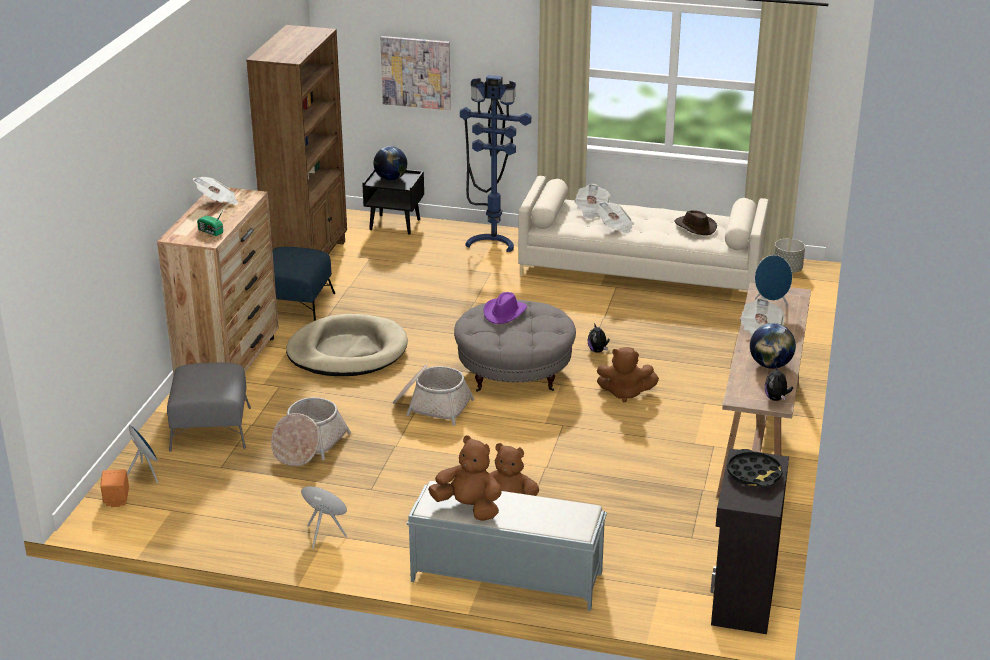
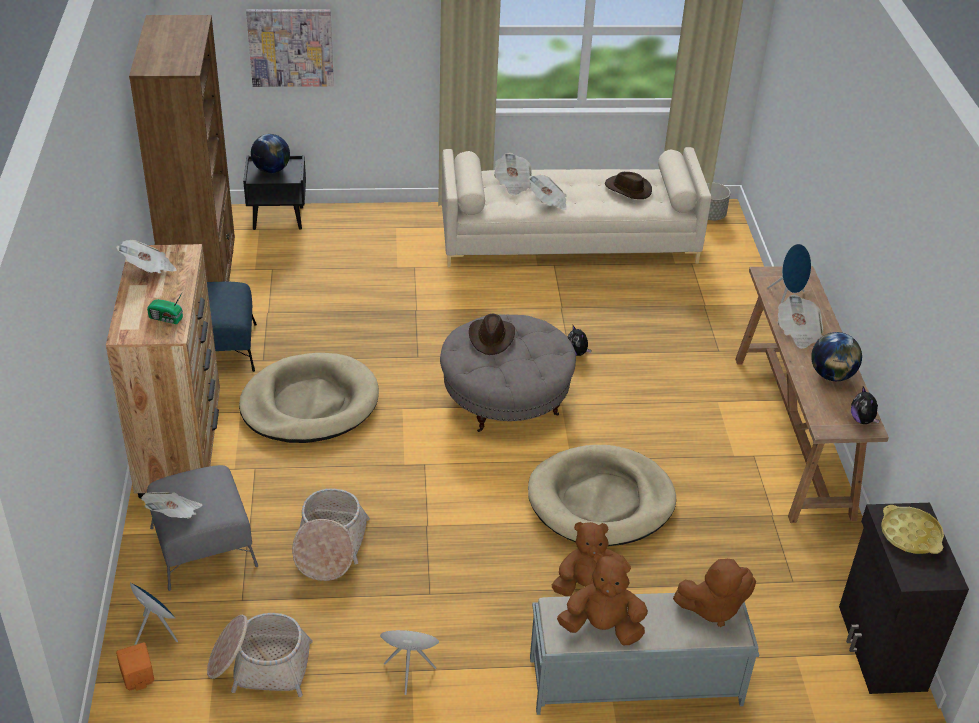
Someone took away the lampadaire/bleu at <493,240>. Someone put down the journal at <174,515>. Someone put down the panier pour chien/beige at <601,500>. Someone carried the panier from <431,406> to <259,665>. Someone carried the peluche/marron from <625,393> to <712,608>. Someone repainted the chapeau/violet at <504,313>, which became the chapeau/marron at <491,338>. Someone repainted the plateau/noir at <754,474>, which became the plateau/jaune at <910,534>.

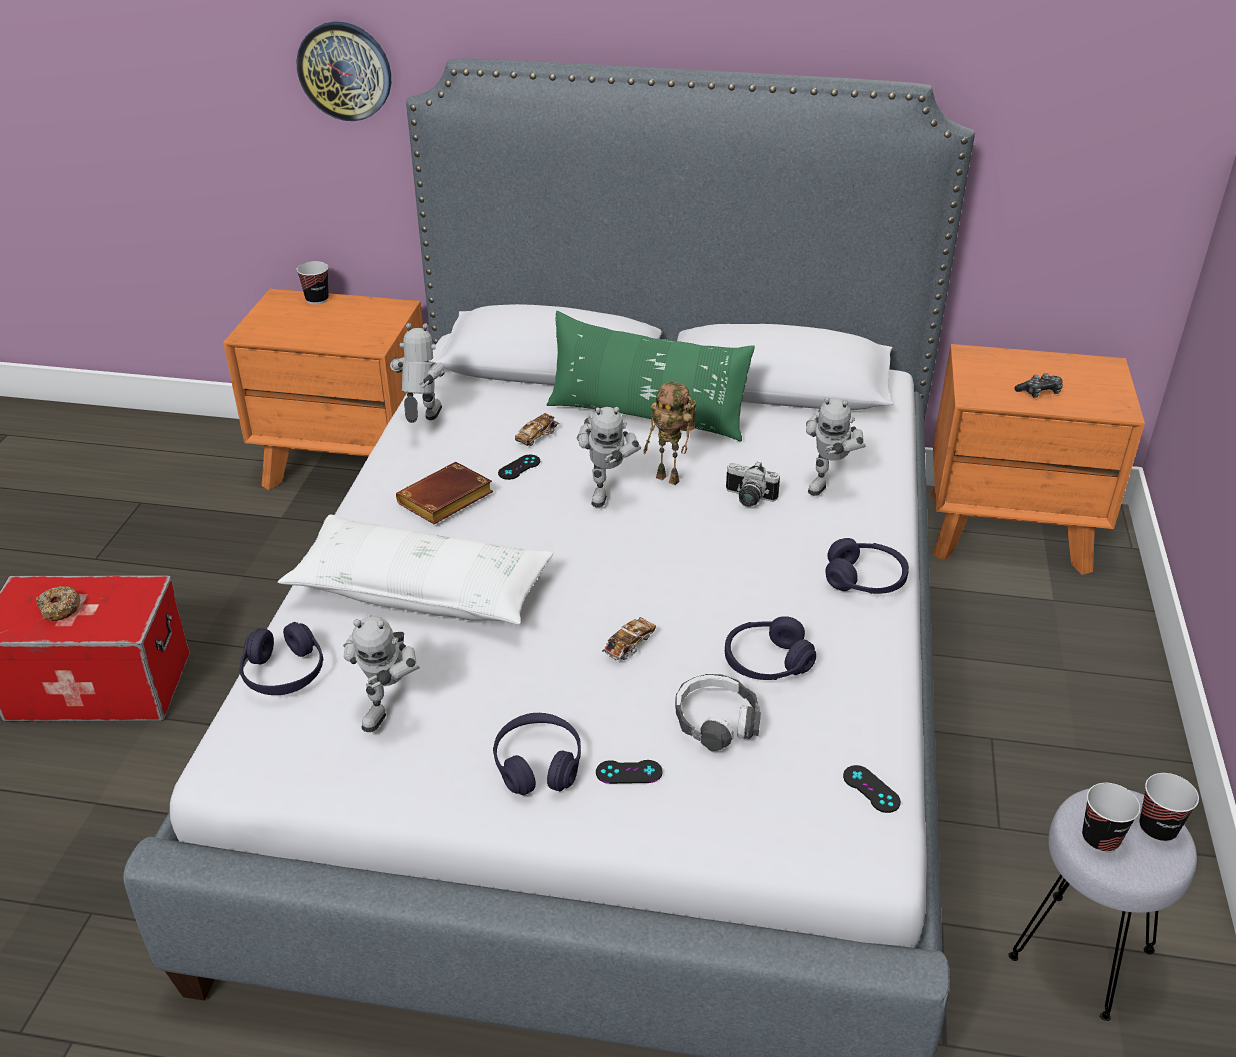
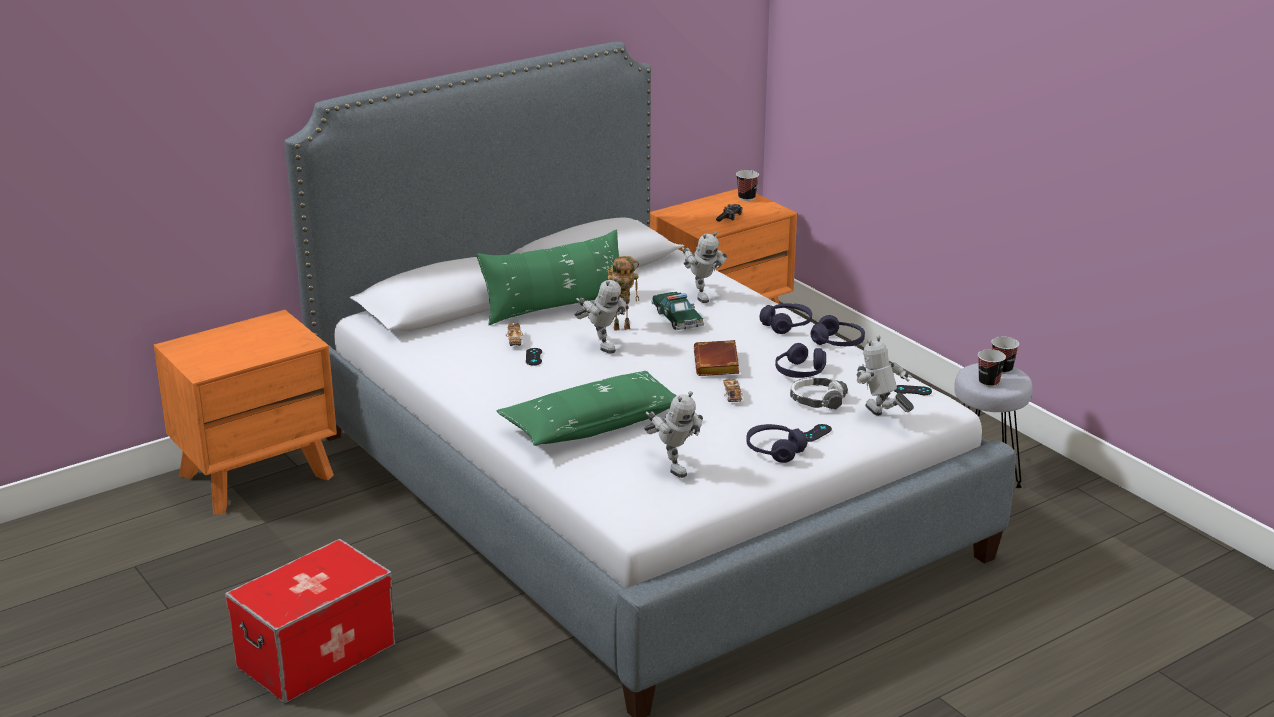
Someone took away the beignet at <60,609>. Someone took away the horloge murale at <345,71>. Someone carried the casque audio/violet from <284,673> to <838,342>. Someone carried the tasse from <317,299> to <746,198>. Someone carried the robot jouet from <422,423> to <881,419>. Someone carried the livre/marron from <445,502> to <718,364>. Someone swapped the appareil photo at <748,499> for the petite voiture at <677,318>. Someone repainted the coussin/blanc at <421,590>, which became the coussin/vert at <592,424>.

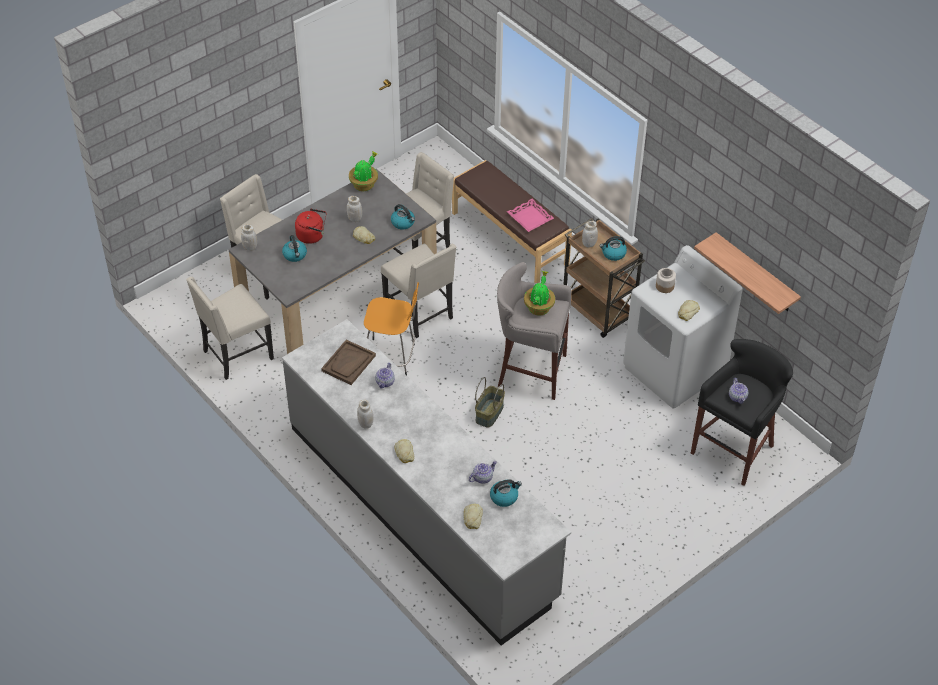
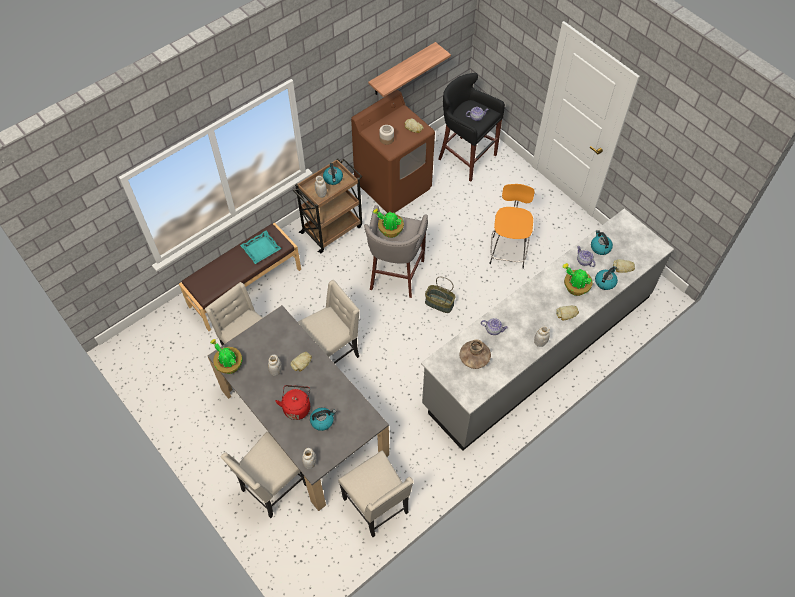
Someone put down the plante en pot at <574,287>. Someone carried the tabouret/orange from <391,358> to <508,251>. Someone carried the bouilloire from <403,223> to <605,282>. Someone swapped the plateau/marron at <348,363> for the vase/marron at <474,358>. Someone repainted the plateau/rose at <530,218>, which became the plateau/turquoise at <261,249>. Someone repainted the lave-linge/blanc at <674,370>, which became the lave-linge/marron at <393,185>.

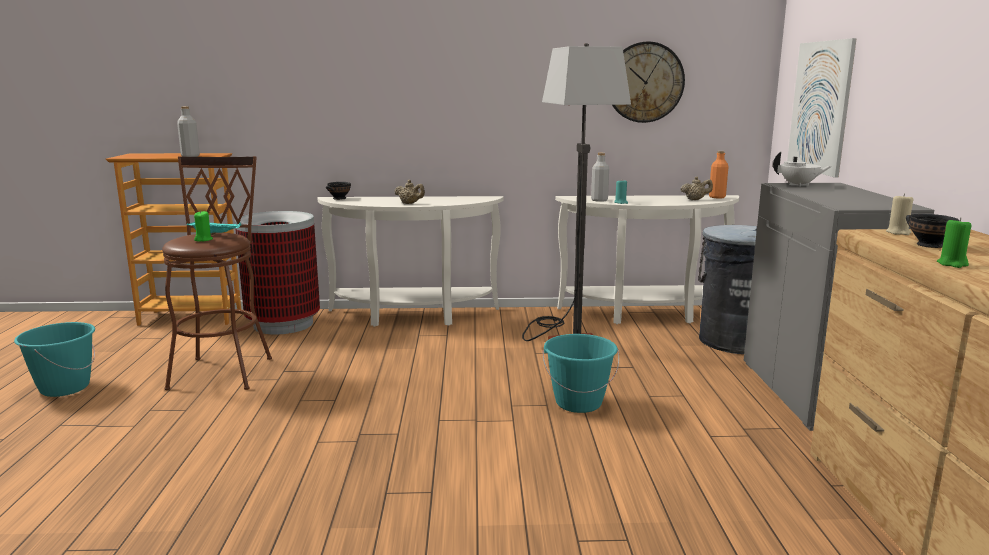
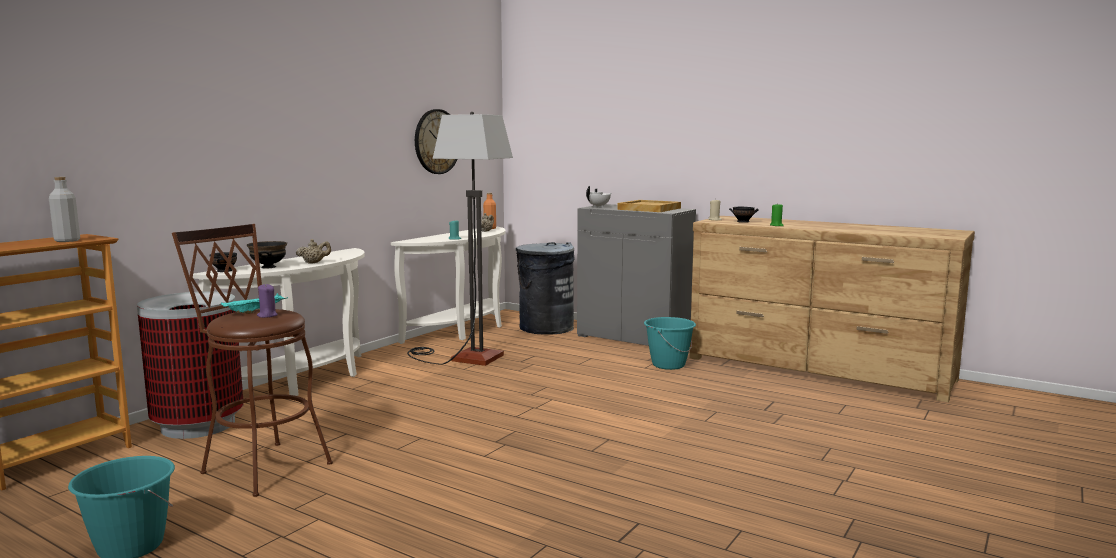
Someone took away the bouteille/gris at <599,200>. Someone took away the tableau at <820,107>. Someone put down the bol/noir at <269,267>. Someone put down the plateau/beige at <648,209>. Someone carried the seau/turquoise from <578,403> to <668,365>. Someone repainted the bougie/vert at <203,239>, which became the bougie/violet at <267,315>.

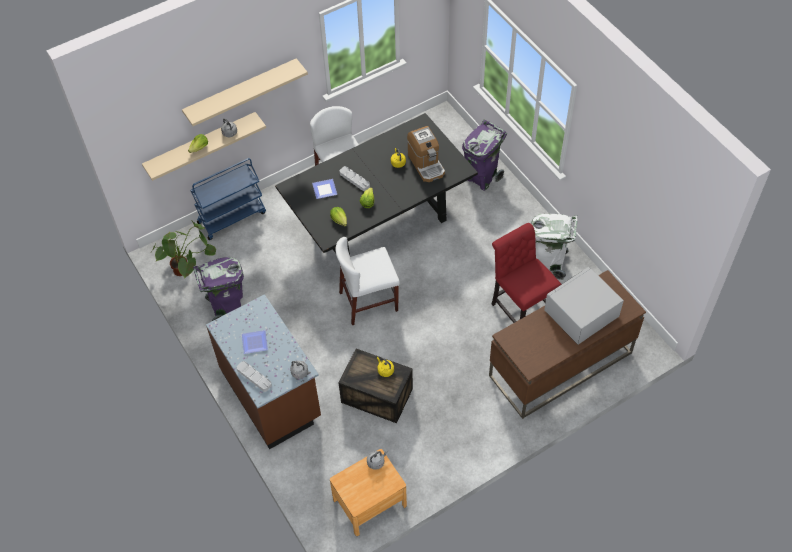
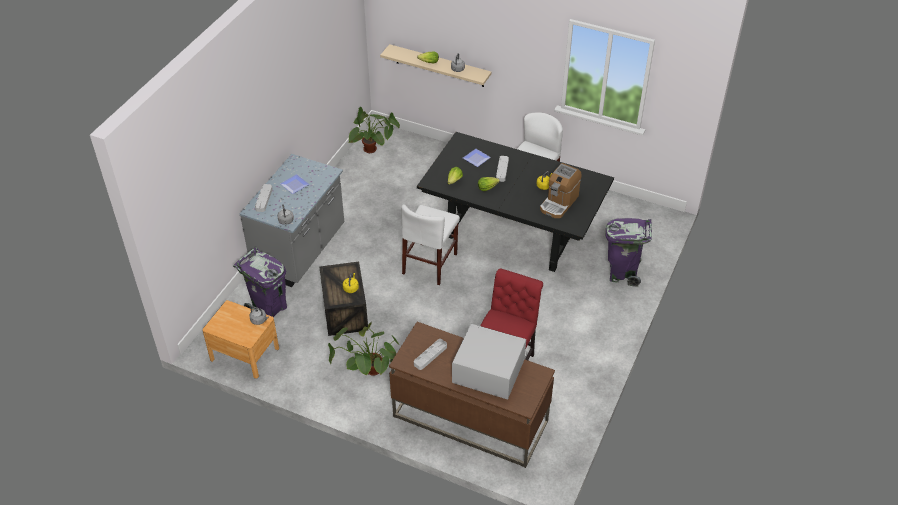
Someone took away the étagère/beige at <241,91>. Someone took away the chariot/bleu at <232,217>. Someone took away the poubelle/blanc at <548,264>. Someone put down the plante en pot at <368,375>. Someone put down the plateau/gris at <430,355>. Someone carried the poubelle/violet from <227,308> to <269,309>. Someone repainted the comptoir de cuisine/marron at <272,394>, which became the comptoir de cuisine/gris at <300,251>. Someone rotated the chaise/blanc at <368,301> by 105 degrees counterclockwise.

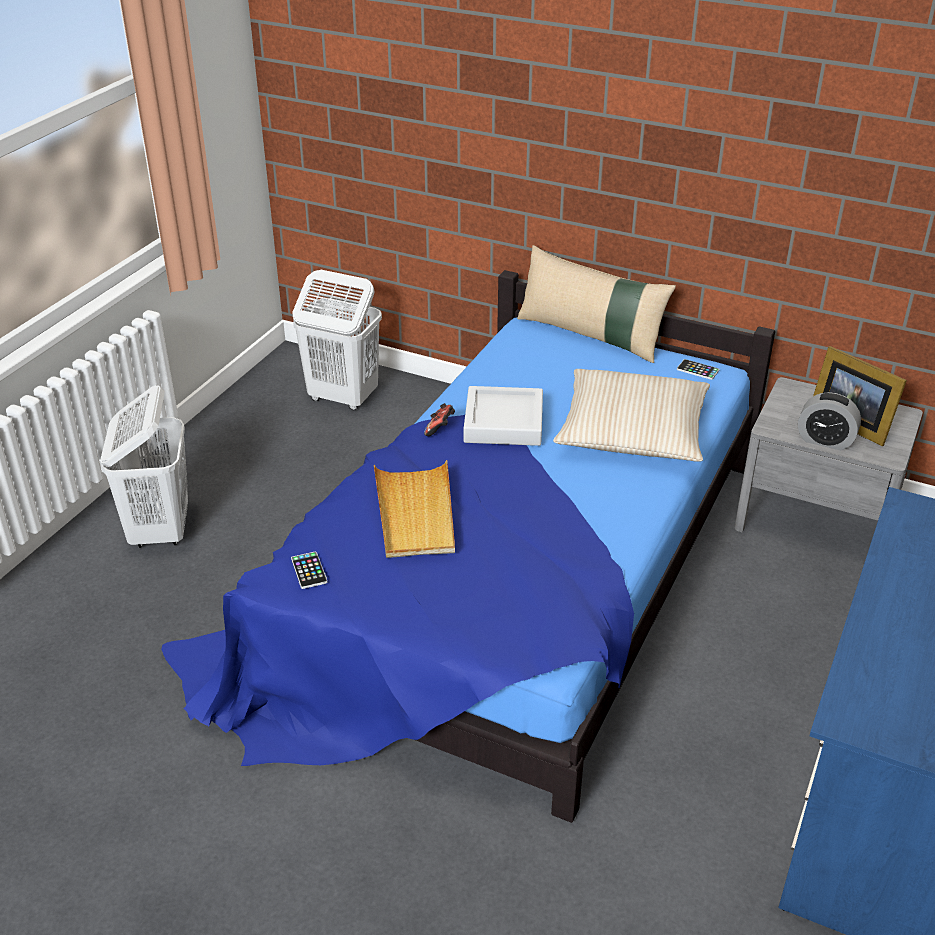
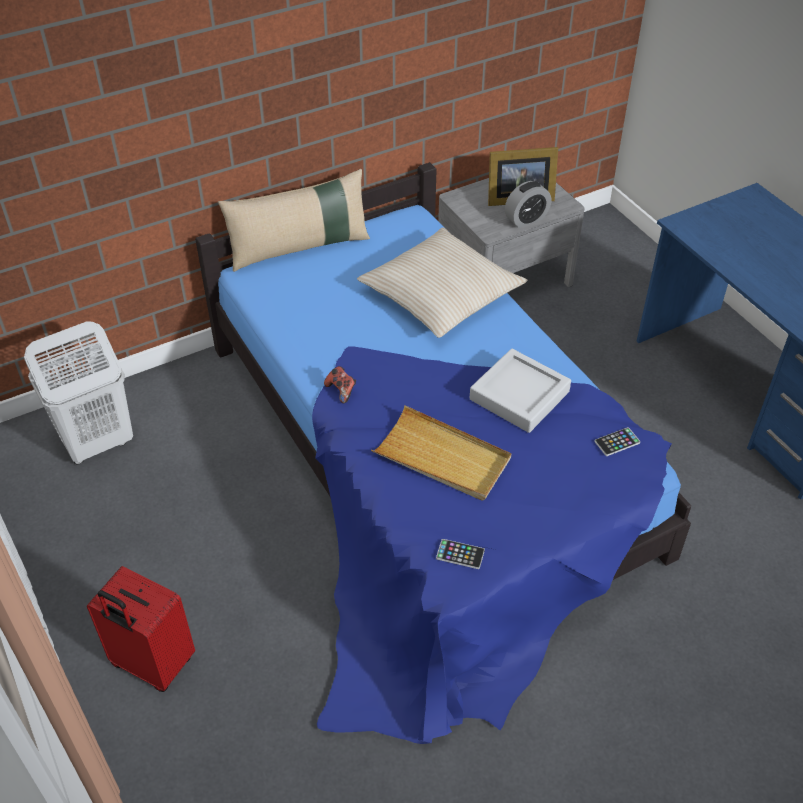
Someone carried the plateau/gris from <503,423> to <519,395>. Someone carried the téléphone from <697,370> to <617,442>. Someone swapped the panier à linge/blanc at <160,530> for the valise/rouge at <152,664>.

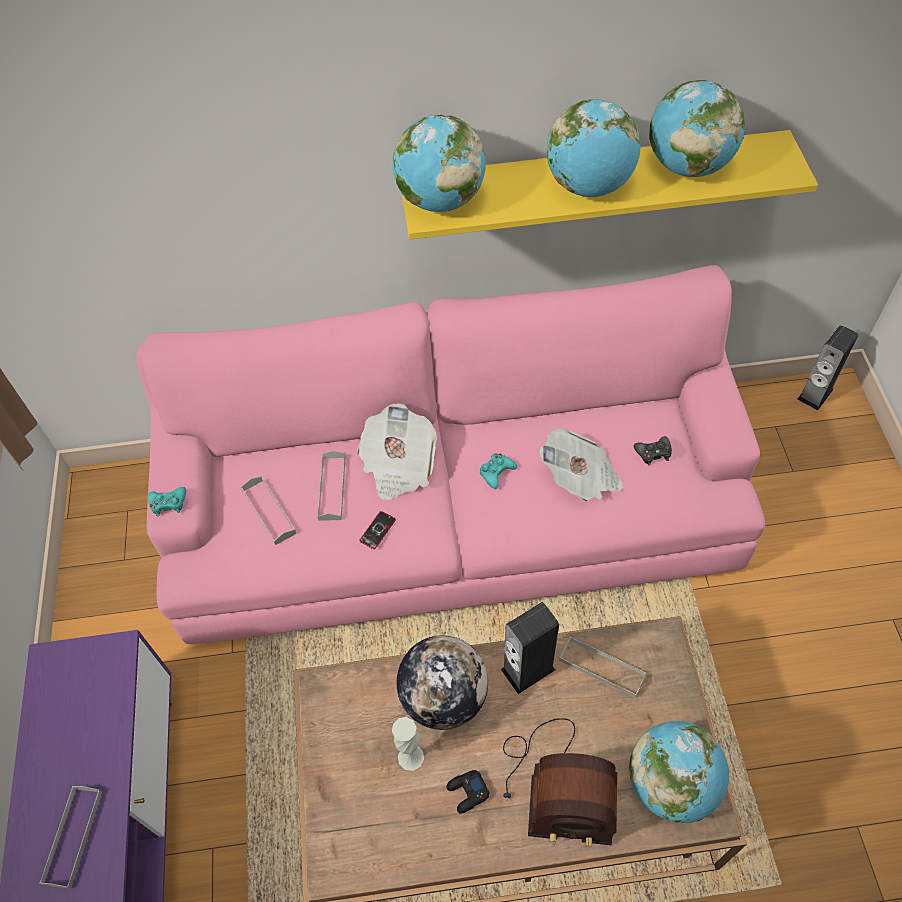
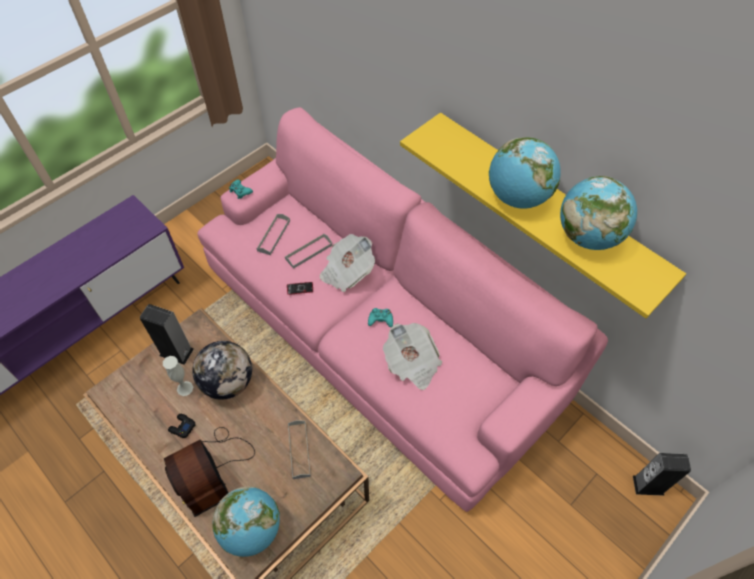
Someone took away the plateau/gris at <73,837>. Someone took away the globe at <440,200>. Someone took away the manette/noir at <653,453>. Someone carried the enceinte from <528,669> to <176,352>.

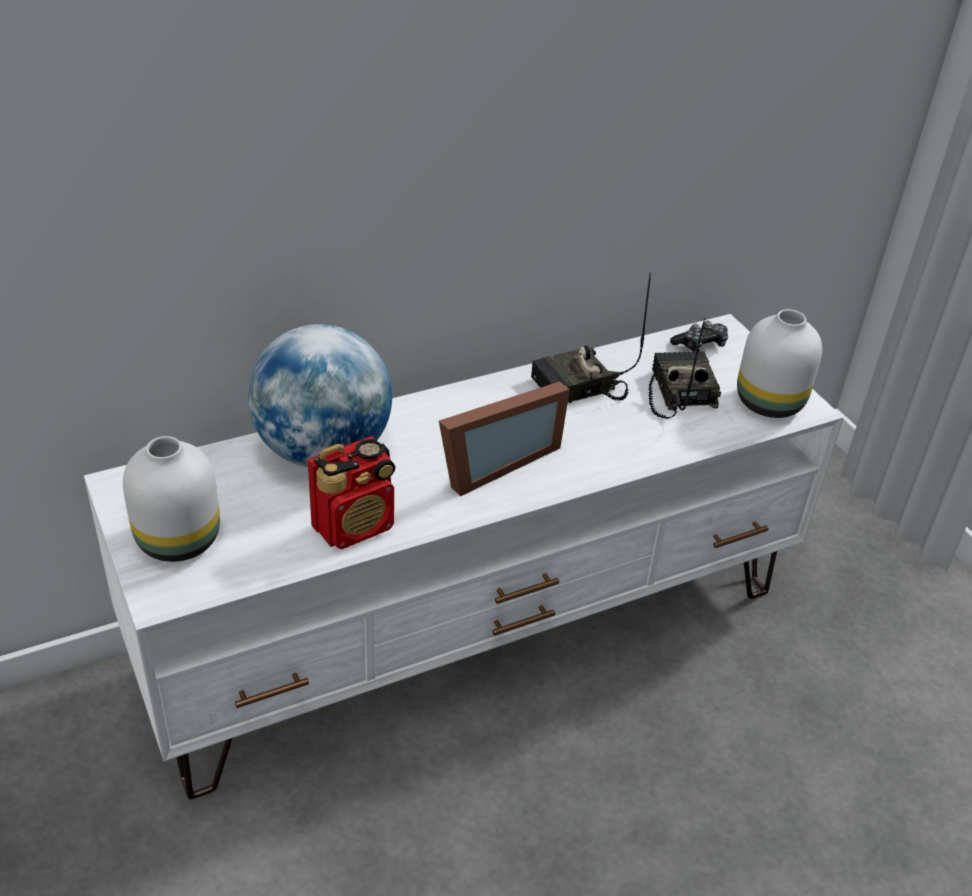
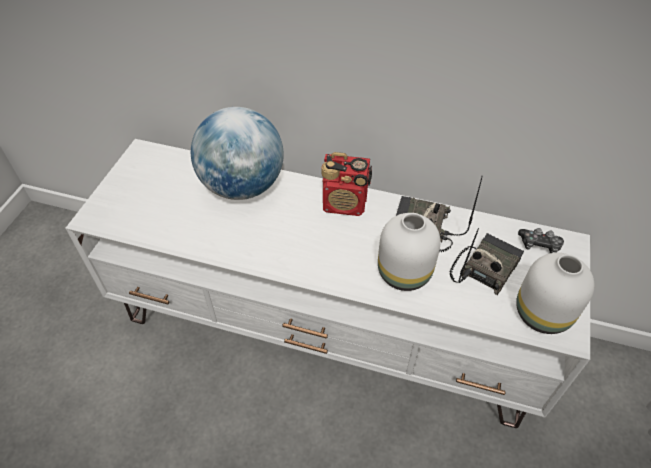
Someone took away the cadre photo at <492,462>. Someone carried the vase/blanc from <176,539> to <403,272>. Someone carried the radio from <355,526> to <345,204>.

